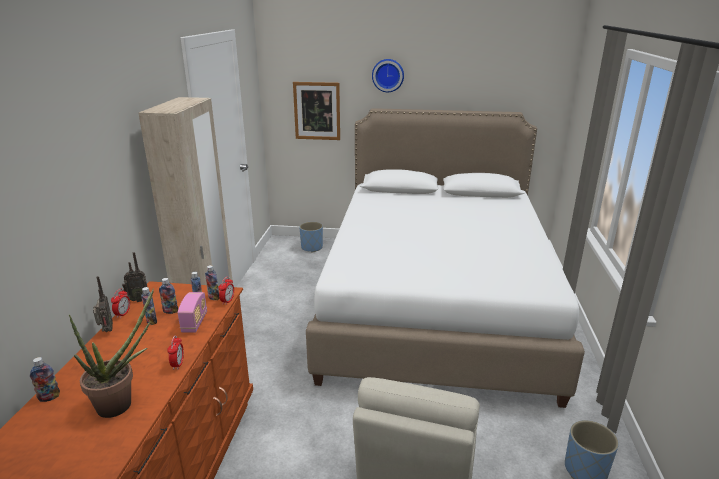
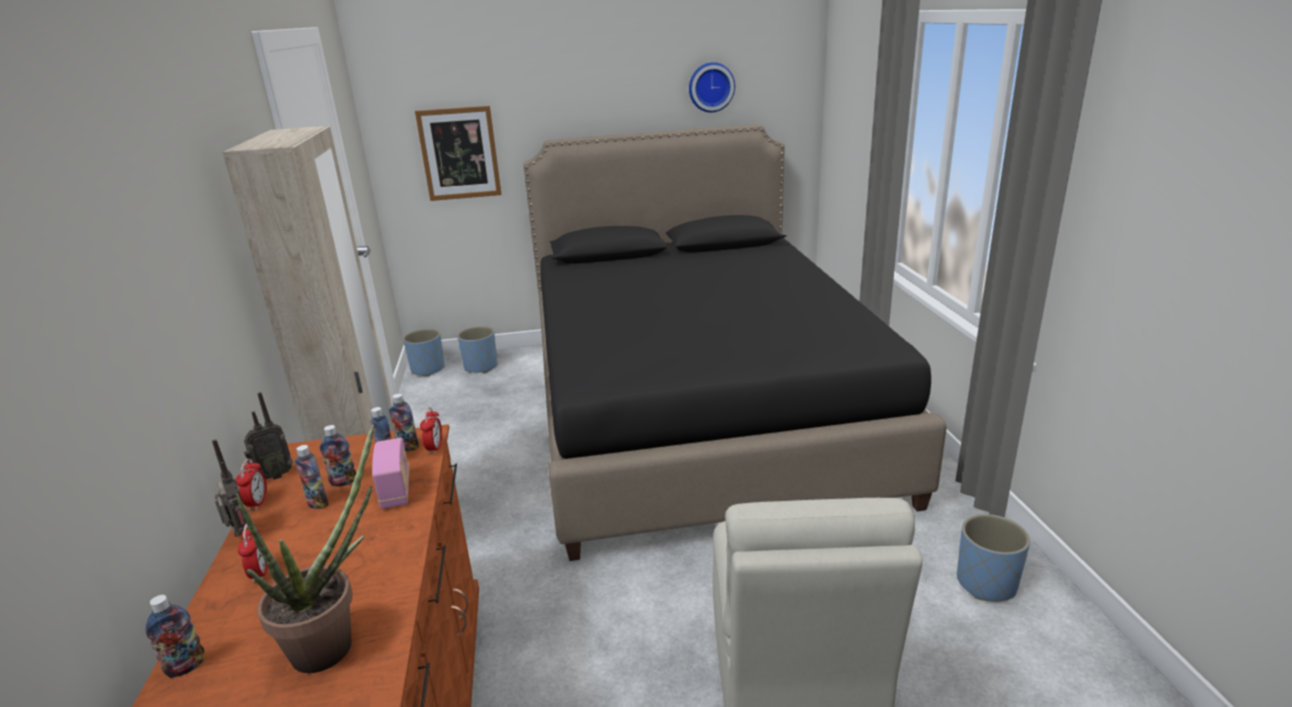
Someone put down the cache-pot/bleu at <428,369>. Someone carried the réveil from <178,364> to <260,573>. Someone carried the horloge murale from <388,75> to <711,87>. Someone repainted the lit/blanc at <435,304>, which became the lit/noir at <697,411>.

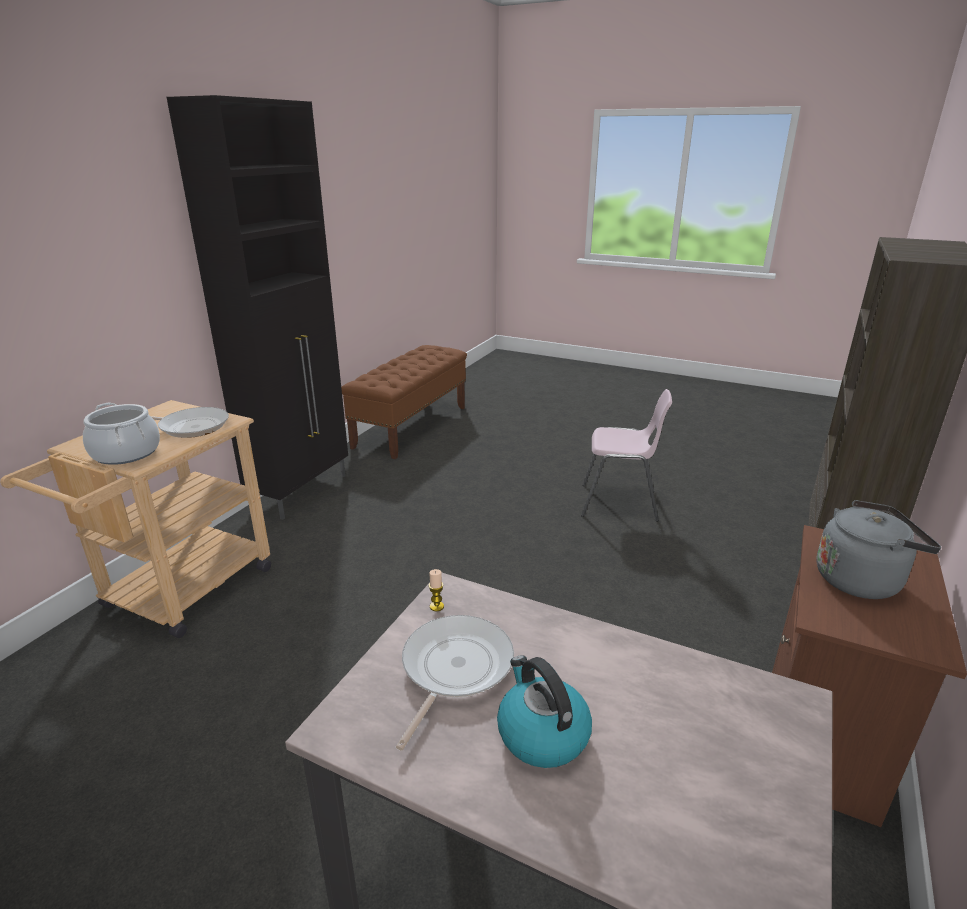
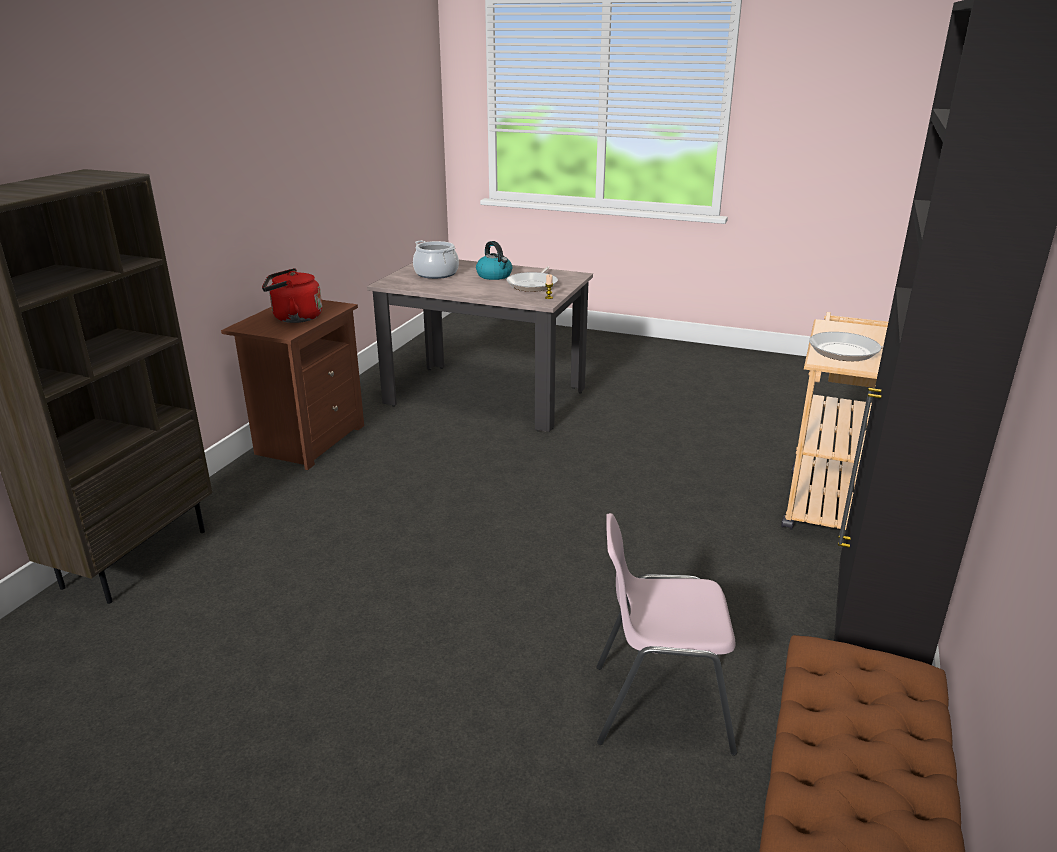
Someone carried the marmite from <126,453> to <436,274>. Someone carried the chaise/rose from <619,503> to <659,706>. Someone repainted the bouilloire/gris at <861,579>, which became the bouilloire/rouge at <294,318>.

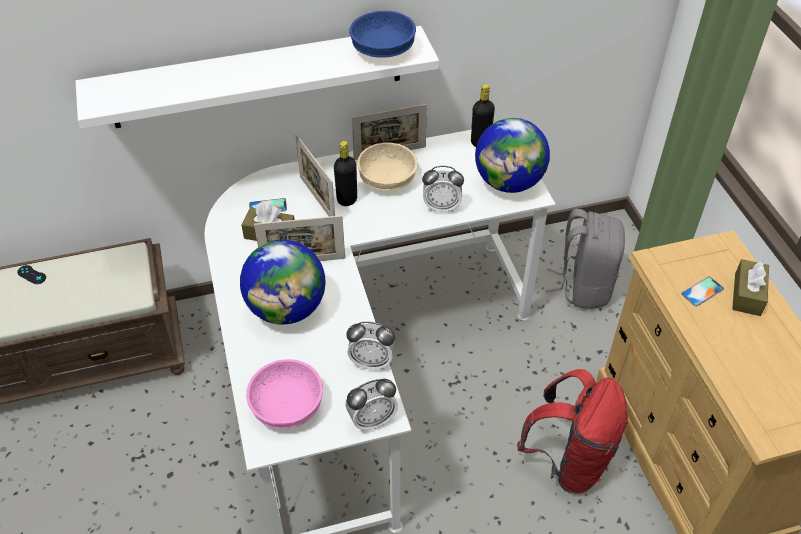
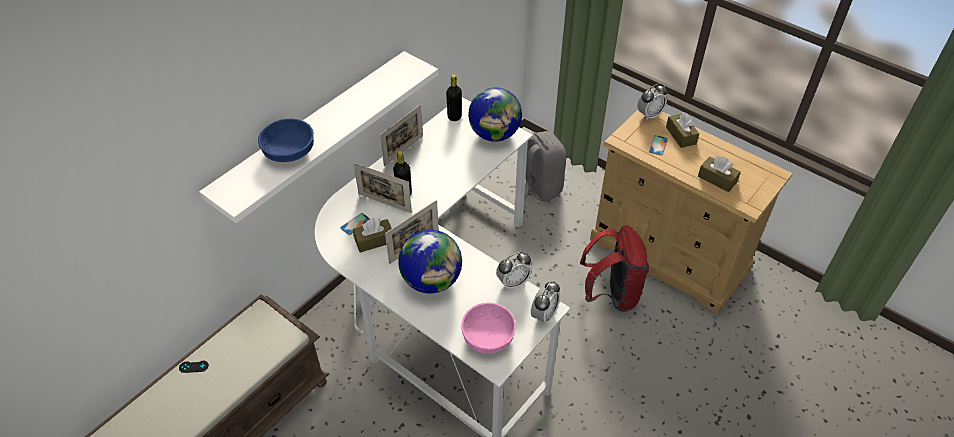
Someone took away the bol/beige at <386,179>. Someone put down the boîte à mouchoirs/marron at <717,179>. Someone carried the bol/bleu from <383,49> to <289,151>. Someone carried the réveil from <441,207> to <649,115>.

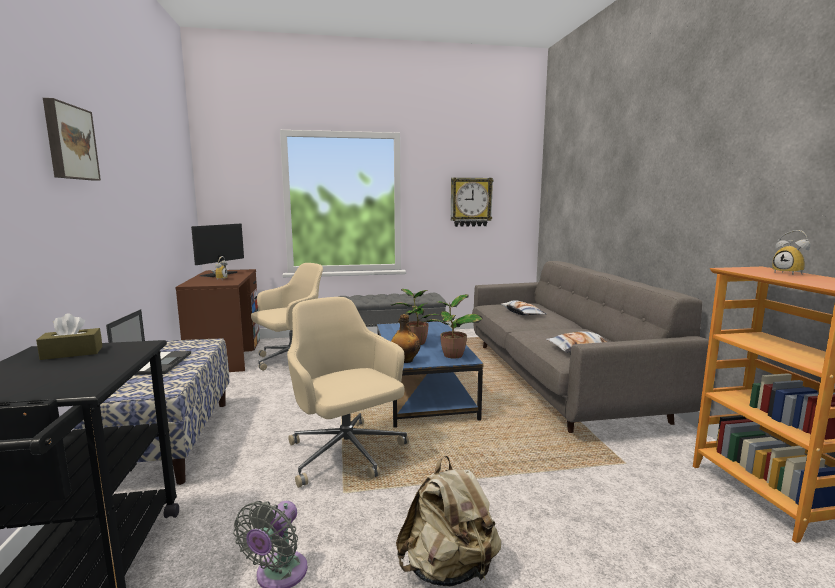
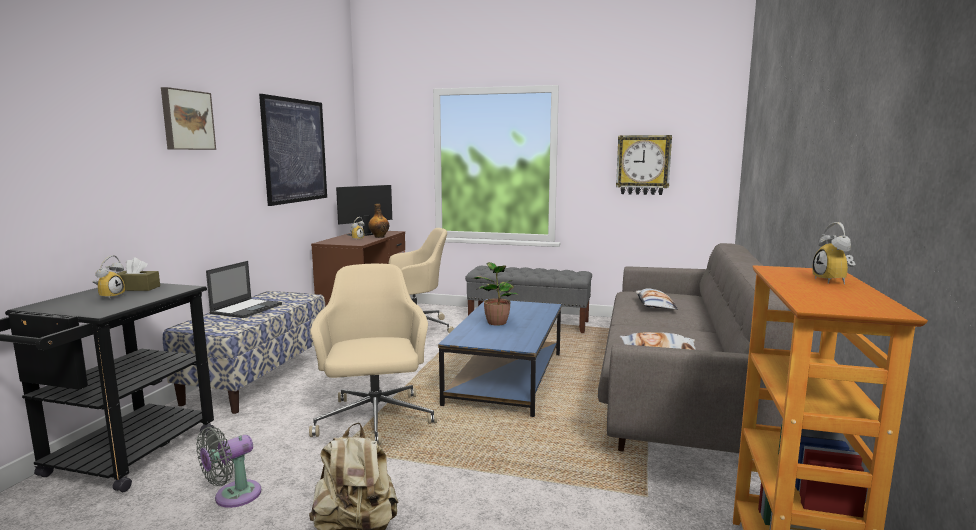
Someone took away the plante en pot at <452,355>. Someone put down the réveil at <110,296>. Someone put up the tableau at <295,150>. Someone carried the bouteille from <405,360> to <379,237>.

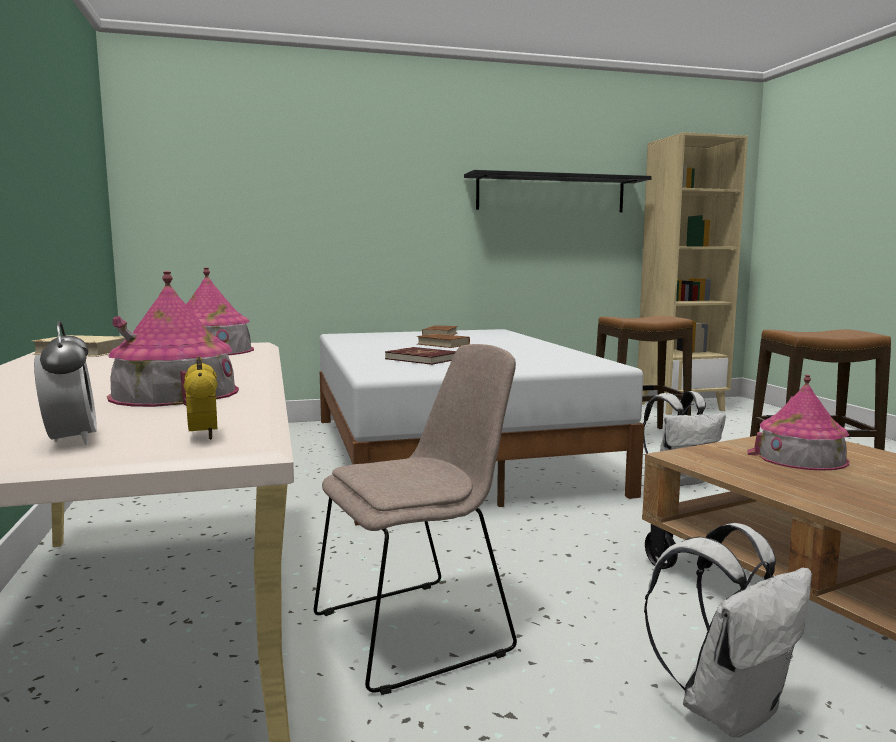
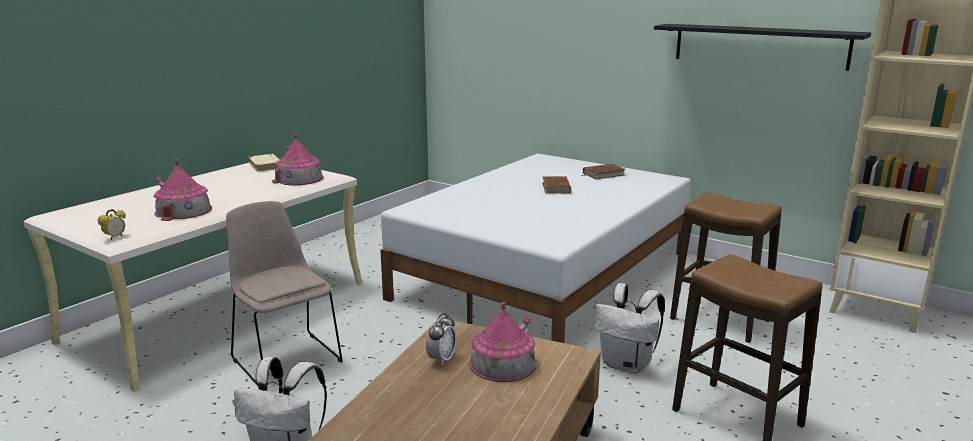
Someone took away the livre/rouge at <422,359>. Someone carried the réveil from <71,440> to <441,359>. Someone rotated the chaise/beige at <418,630> by 150 degrees counterclockwise.

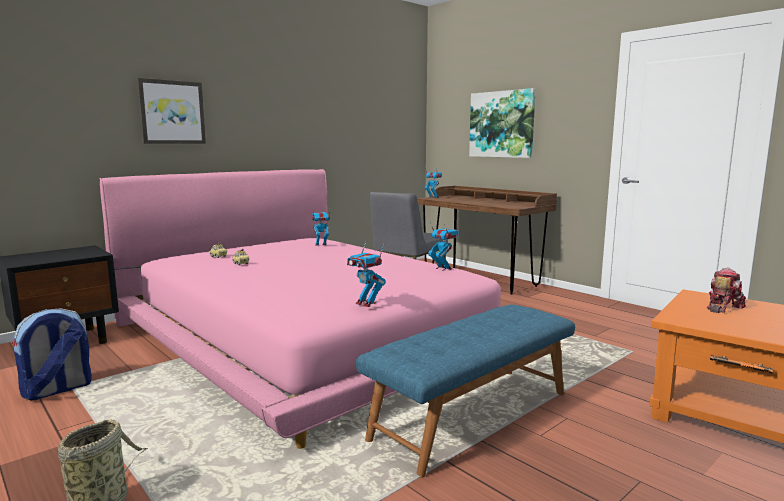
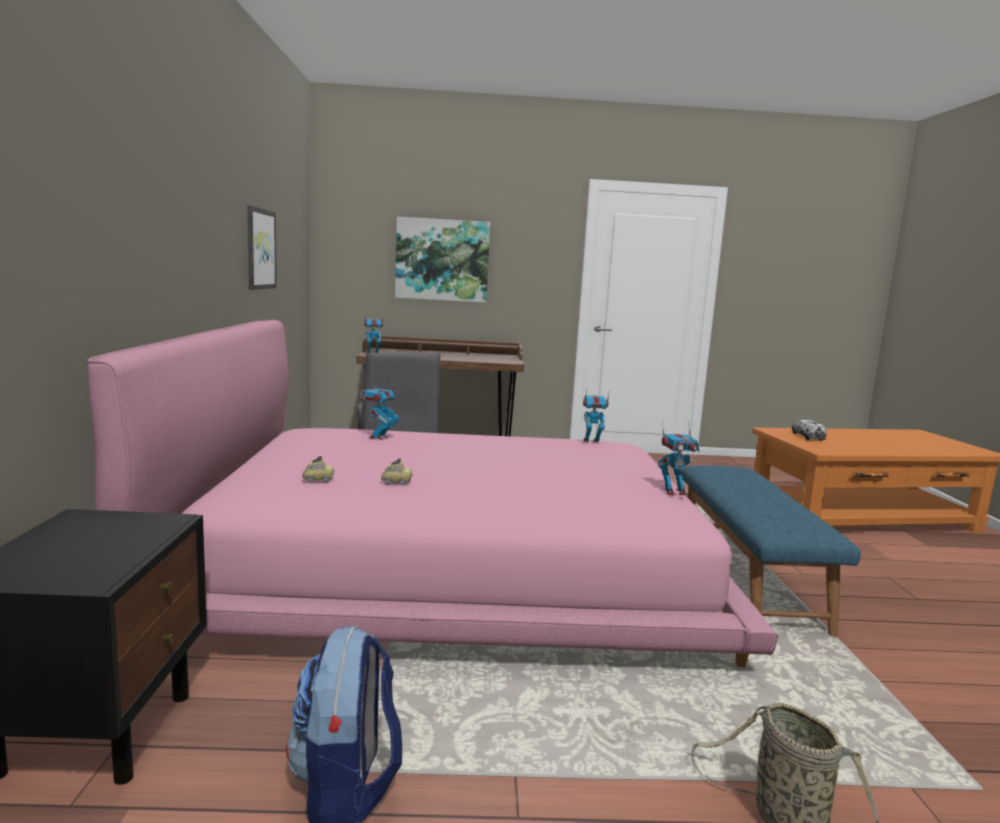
Someone carried the tableau from <172,112> to <260,249>. Someone swapped the robot jouet at <722,307> for the camion jouet at <807,437>.

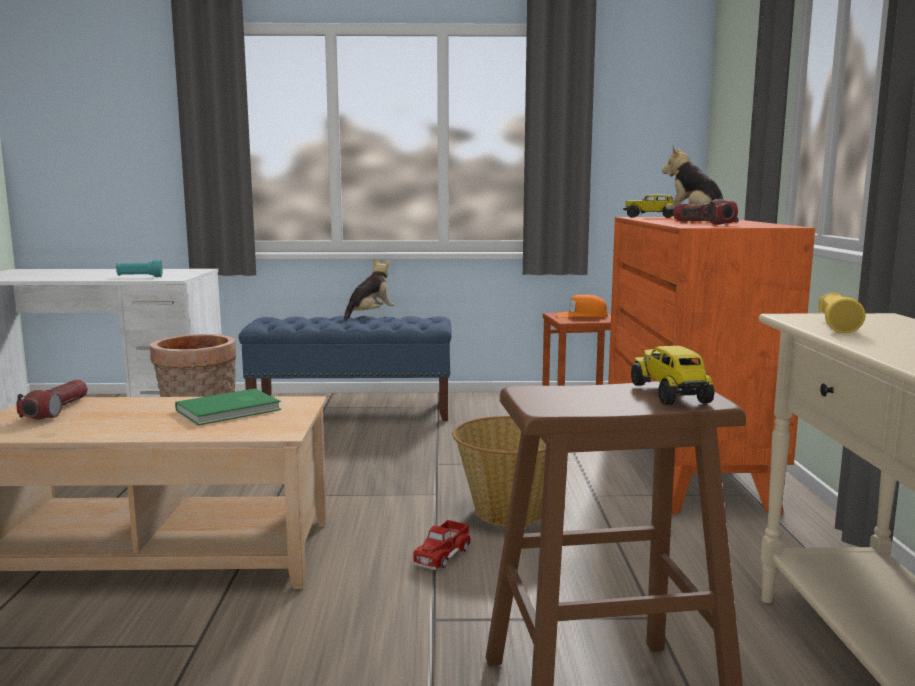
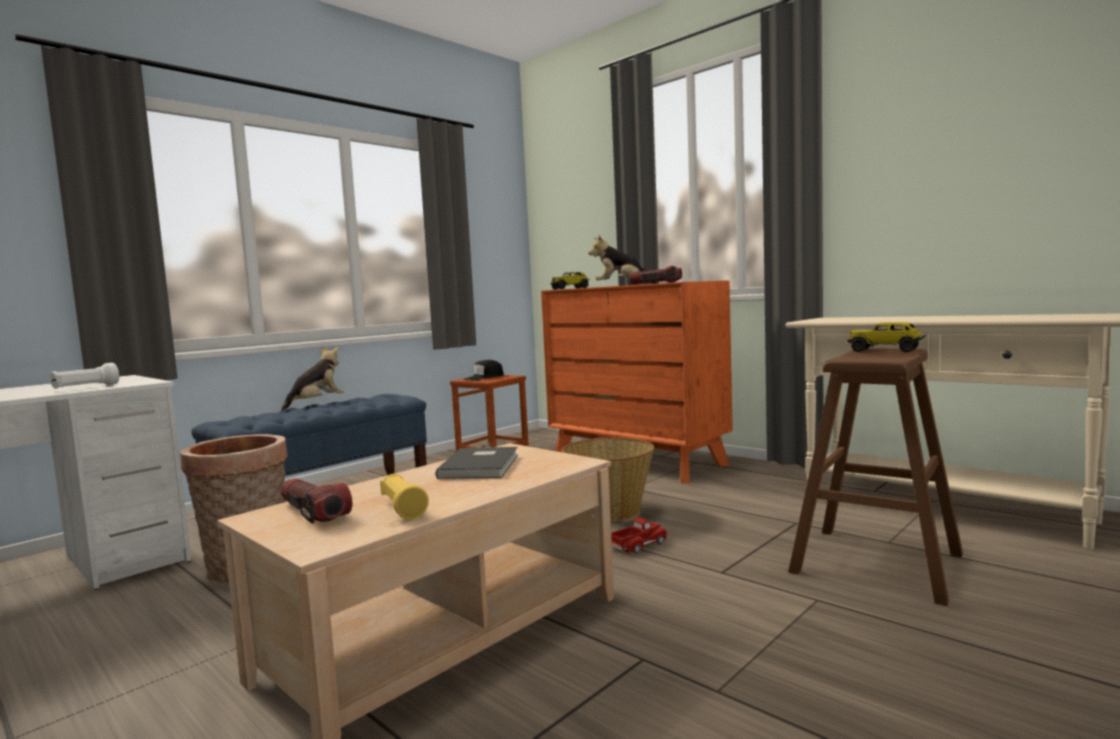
Someone carried the lampe de poche/jaune from <837,326> to <403,509>. Someone repainted the lampe de poche/turquoise at <139,277>, which became the lampe de poche/blanc at <85,387>. Someone repainted the livre/vert at <230,410>, which became the livre/gris at <482,466>. Someone repainted the casquette/orange at <581,316>, which became the casquette/noir at <484,377>. Someone rotated the peluche at <369,315> by 45 degrees clockwise. Someone rotated the camion jouet at <442,555> by 105 degrees counterclockwise.

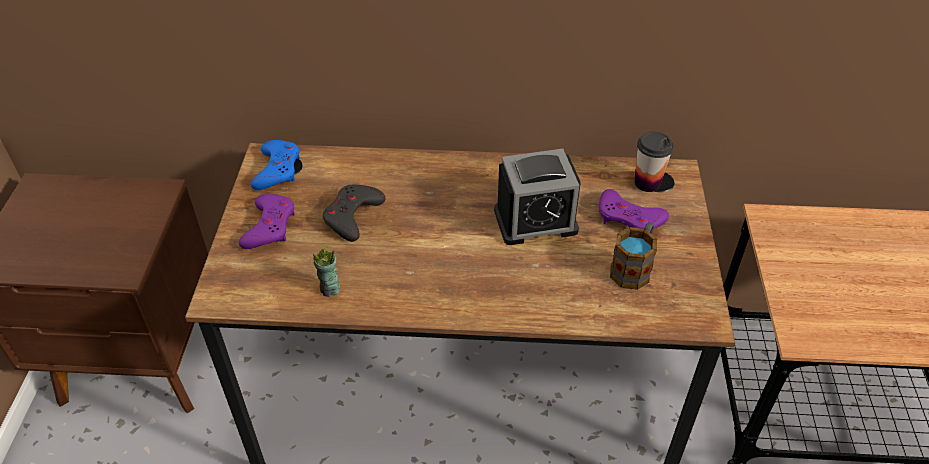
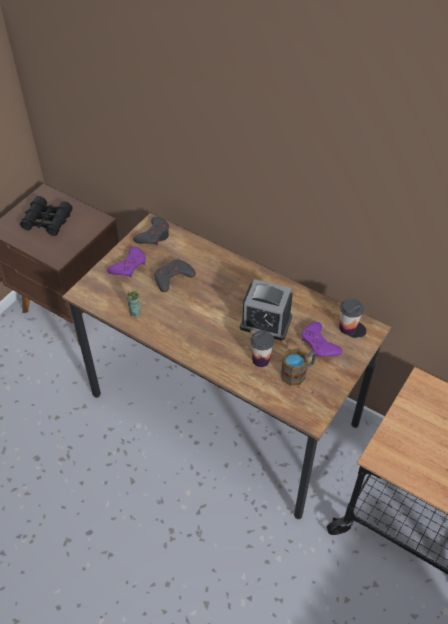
Someone put down the jumelles/noir at <47,221>. Someone put down the tasse at <261,360>. Someone repainted the manette/bleu at <277,169>, which became the manette/gris at <153,234>.

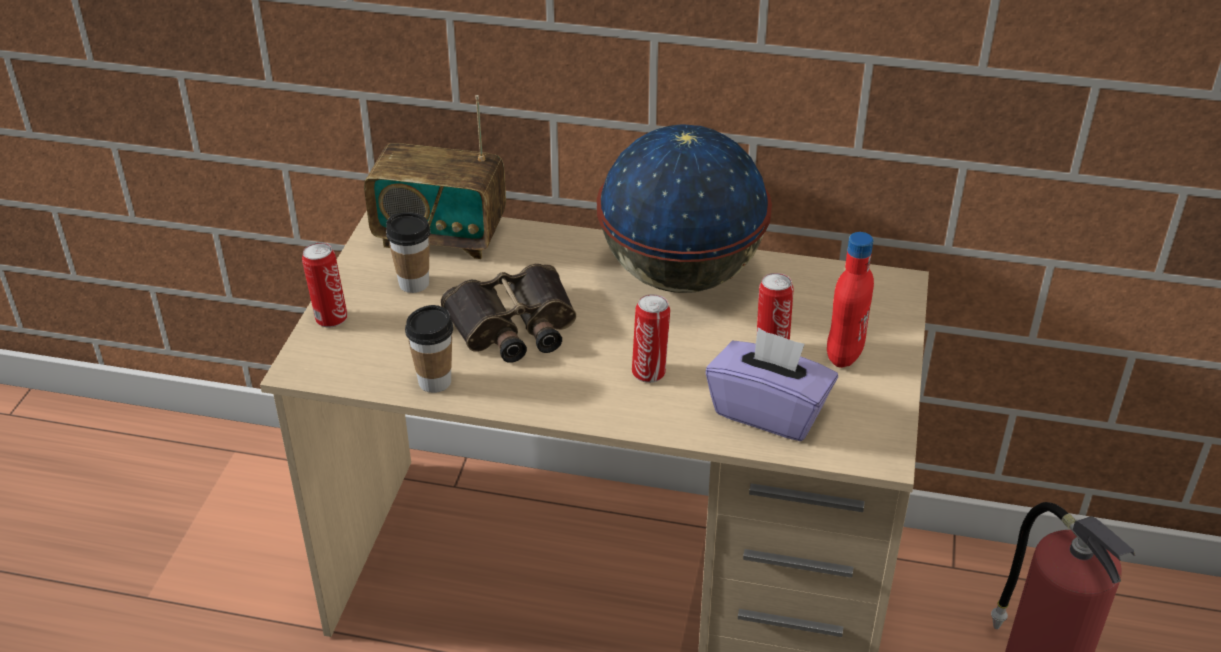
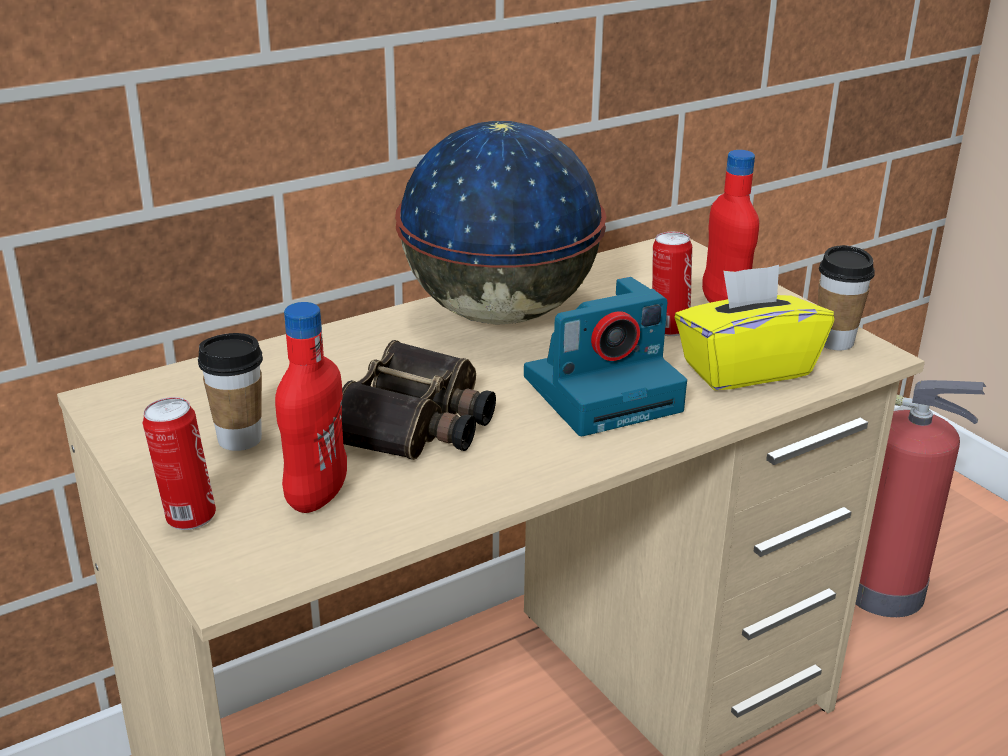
Someone took away the radio at <440,236>. Someone put down the bouteille/rouge at <317,496>. Someone carried the tasse from <434,382> to <834,341>. Someone swapped the boîte métallique at <649,372> for the appareil photo at <604,392>. Someone repainted the boîte à mouchoirs/violet at <769,411>, which became the boîte à mouchoirs/jaune at <745,369>.

